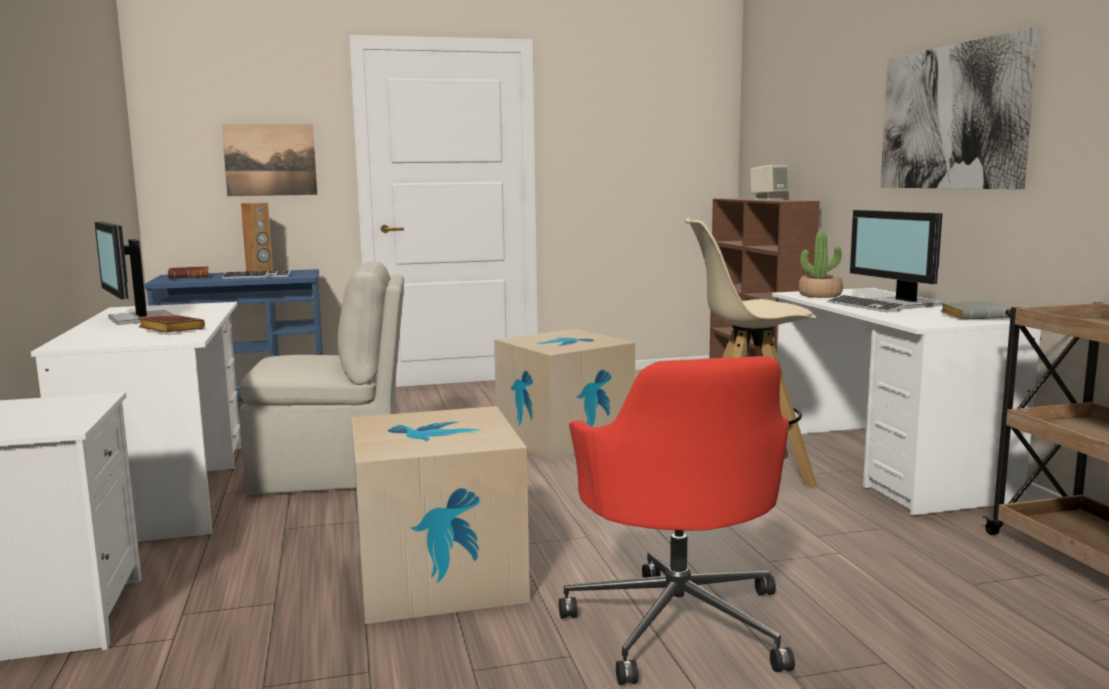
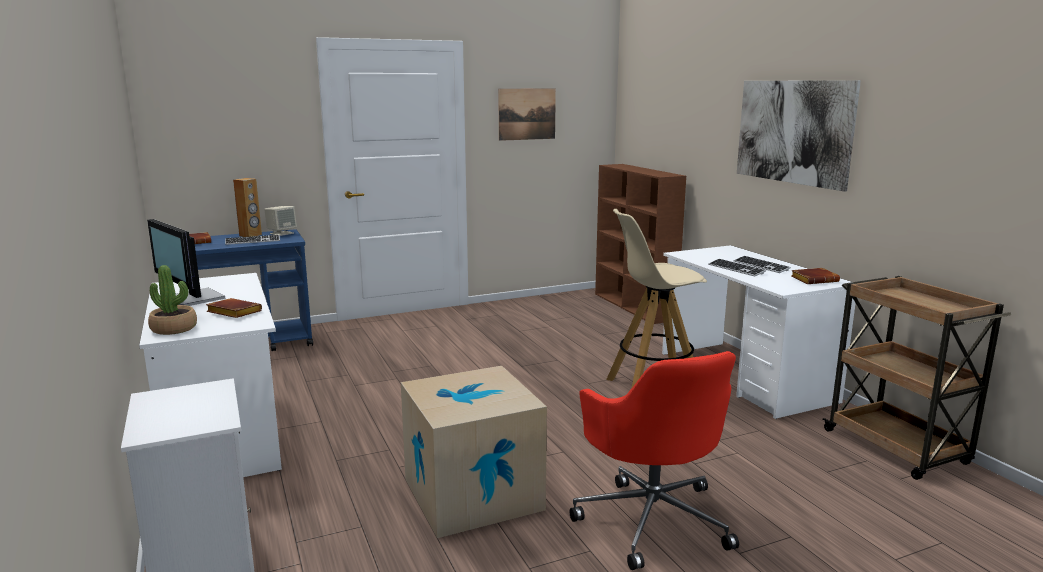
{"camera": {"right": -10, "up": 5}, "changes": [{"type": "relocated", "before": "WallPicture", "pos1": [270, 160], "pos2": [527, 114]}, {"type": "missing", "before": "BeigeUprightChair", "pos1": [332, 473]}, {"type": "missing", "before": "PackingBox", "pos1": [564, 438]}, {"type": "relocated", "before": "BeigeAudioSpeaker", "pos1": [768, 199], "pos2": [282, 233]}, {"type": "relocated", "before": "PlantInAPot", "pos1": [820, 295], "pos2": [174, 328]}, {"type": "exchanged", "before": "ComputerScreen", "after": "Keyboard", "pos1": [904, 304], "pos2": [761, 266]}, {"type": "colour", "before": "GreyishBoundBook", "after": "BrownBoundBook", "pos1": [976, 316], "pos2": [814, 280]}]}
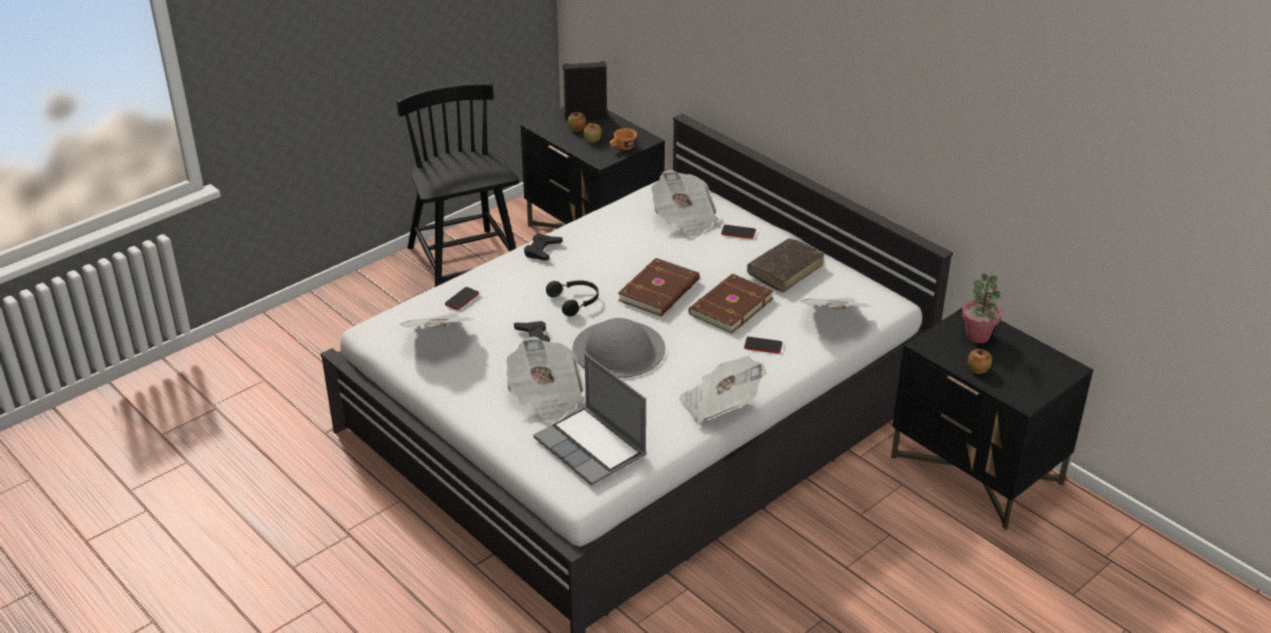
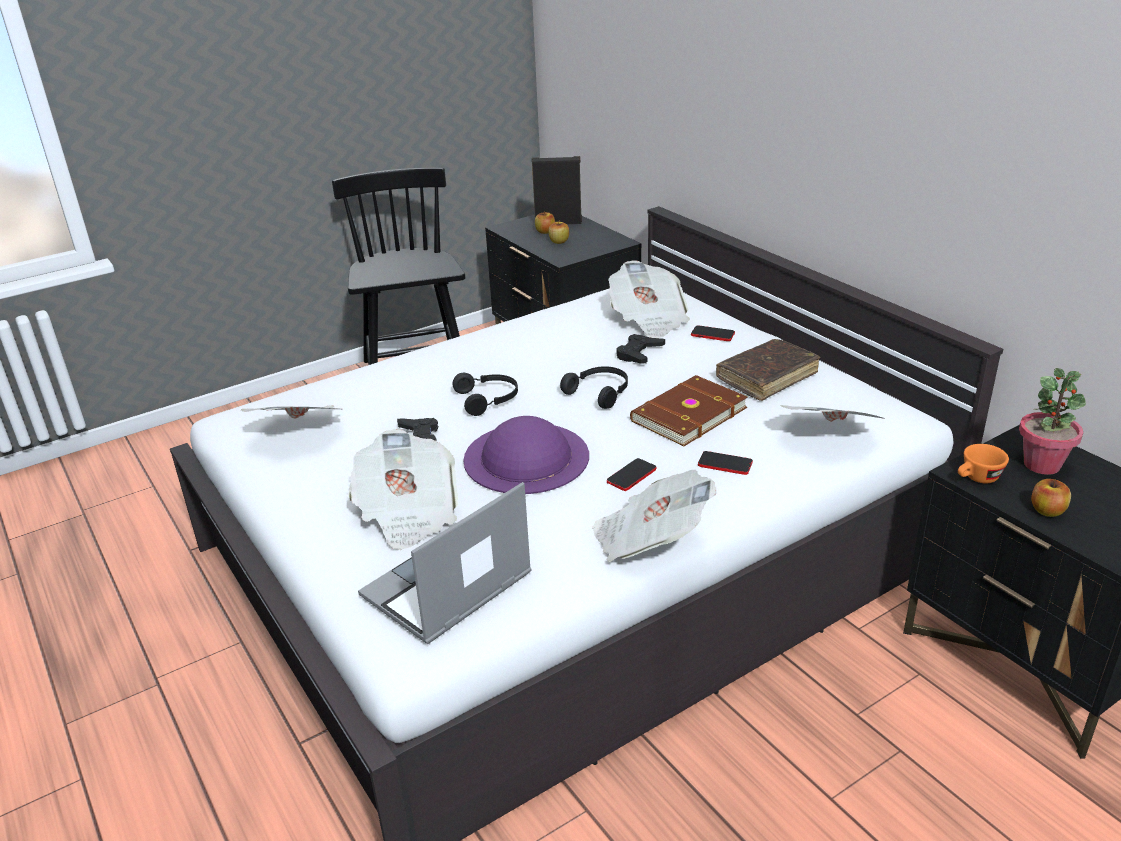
{"camera": {"right": 10, "up": -5}, "changes": [{"type": "relocated", "before": "Telephone", "pos1": [462, 299], "pos2": [631, 475]}, {"type": "relocated", "before": "BlackishGamepad", "pos1": [542, 250], "pos2": [639, 353]}, {"type": "spun", "before": "NotebookComputer", "pos1": [592, 448], "pos2": [447, 588], "turn": 75}, {"type": "colour", "before": "GreyishHat", "after": "PurplishHat", "pos1": [619, 349], "pos2": [526, 457]}, {"type": "relocated", "before": "OrangeColouredCup", "pos1": [622, 148], "pos2": [977, 479]}, {"type": "exchanged", "before": "BrownBoundBook", "after": "BlackishPairOfHeadphones", "pos1": [660, 291], "pos2": [600, 392]}]}
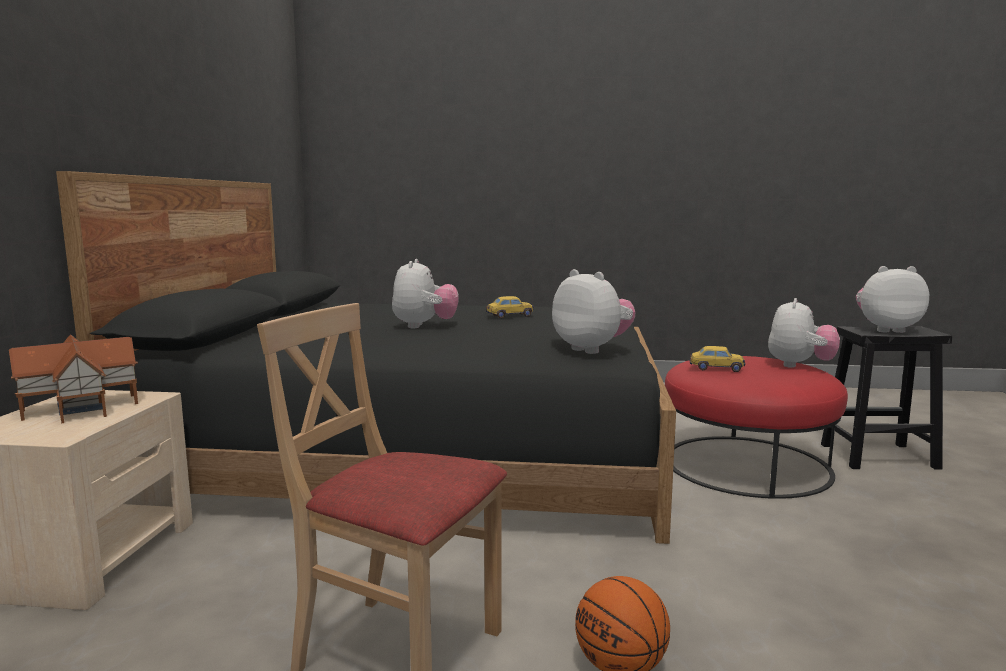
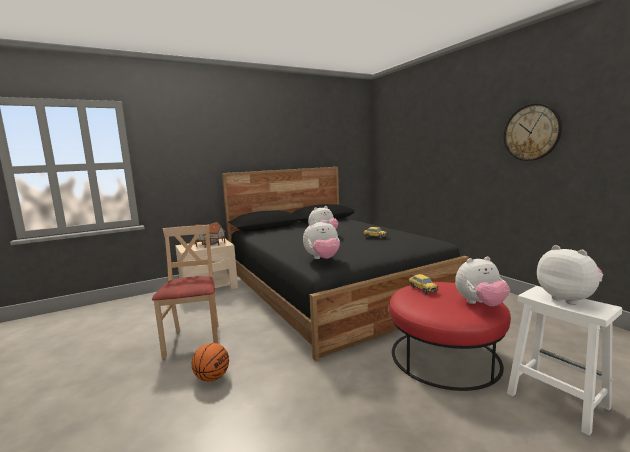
{"camera": {"right": 55, "up": 0}, "changes": [{"type": "spun", "before": "SoftToy", "pos1": [592, 349], "pos2": [322, 259], "turn": 60}, {"type": "colour", "before": "BlackishSittingStool", "after": "WhiteSittingStool", "pos1": [877, 456], "pos2": [555, 400]}, {"type": "appeared", "after": "HangingClock", "pos2": [531, 132]}]}
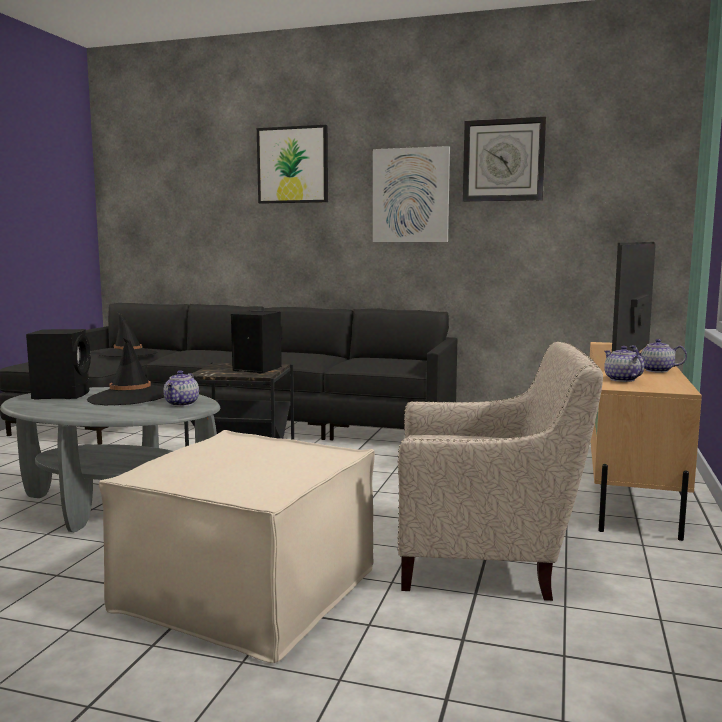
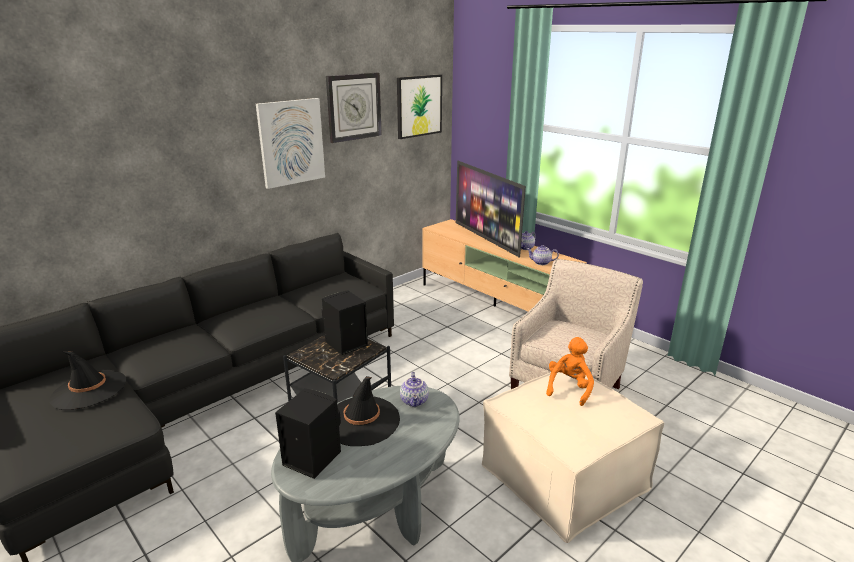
{"camera": {"right": -60, "up": 15}, "changes": [{"type": "spun", "before": "Teapot", "pos1": [182, 404], "pos2": [415, 401], "turn": 45}, {"type": "relocated", "before": "WallPicture", "pos1": [293, 165], "pos2": [419, 106]}, {"type": "appeared", "after": "OrangeColouredSoftToy", "pos2": [569, 388]}]}
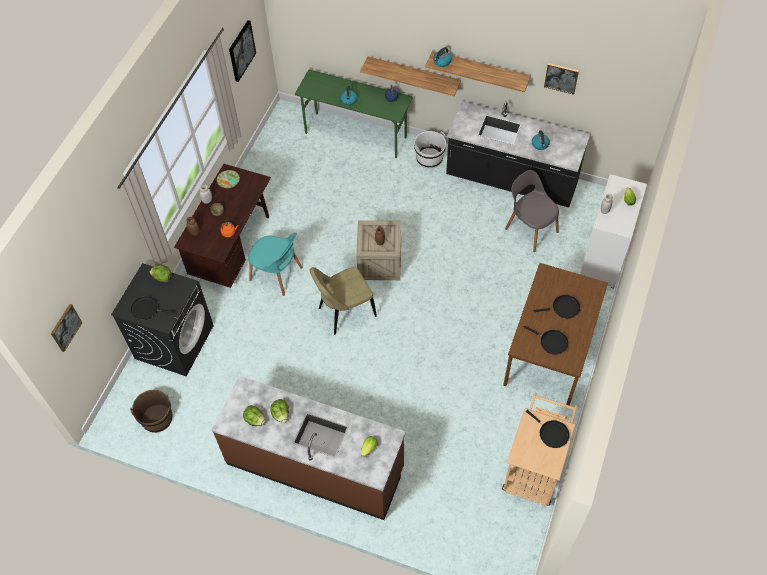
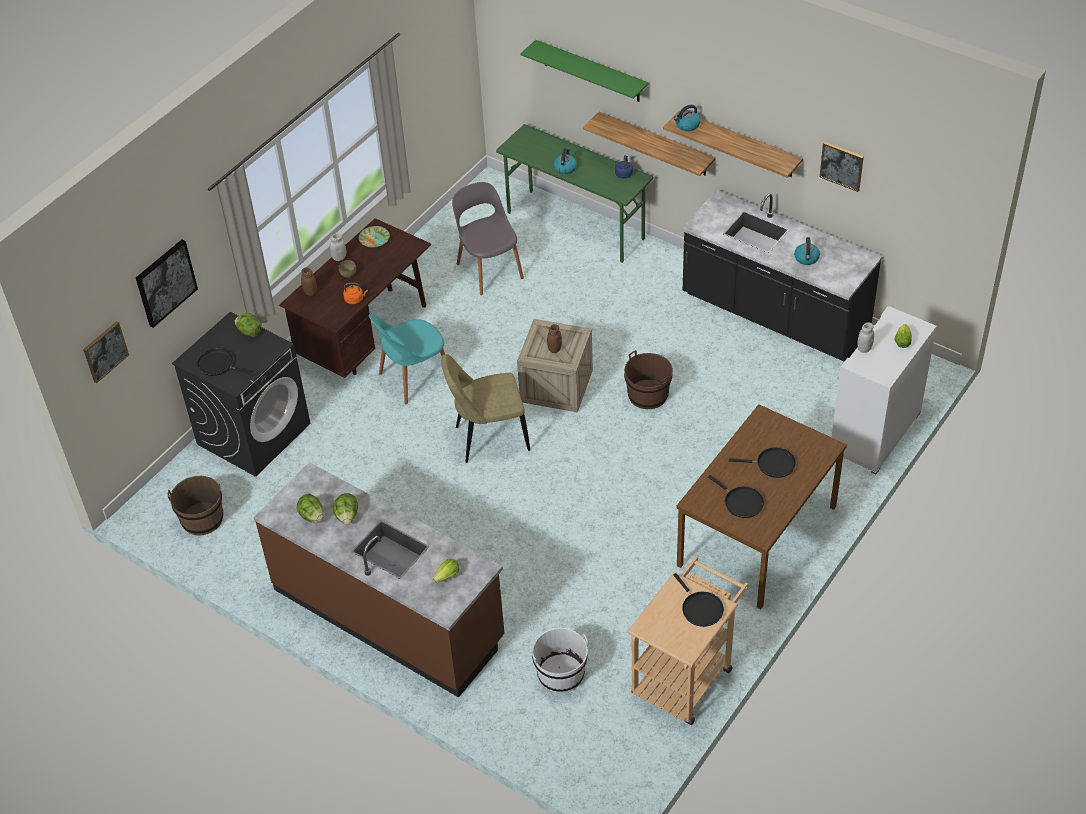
{"camera": {"right": 15, "up": -10}, "changes": [{"type": "relocated", "before": "WallPicture", "pos1": [241, 50], "pos2": [165, 282]}, {"type": "spun", "before": "BlueGreenUprightChair", "pos1": [277, 275], "pos2": [413, 377], "turn": 105}, {"type": "relocated", "before": "WhiteWaterBucket", "pos1": [429, 158], "pos2": [560, 674]}, {"type": "relocated", "before": "GreyishUprightChair", "pos1": [530, 229], "pos2": [489, 269]}, {"type": "appeared", "after": "GreenishBracketShelf", "pos2": [591, 71]}, {"type": "appeared", "after": "BrownWaterBucket", "pos2": [648, 395]}]}
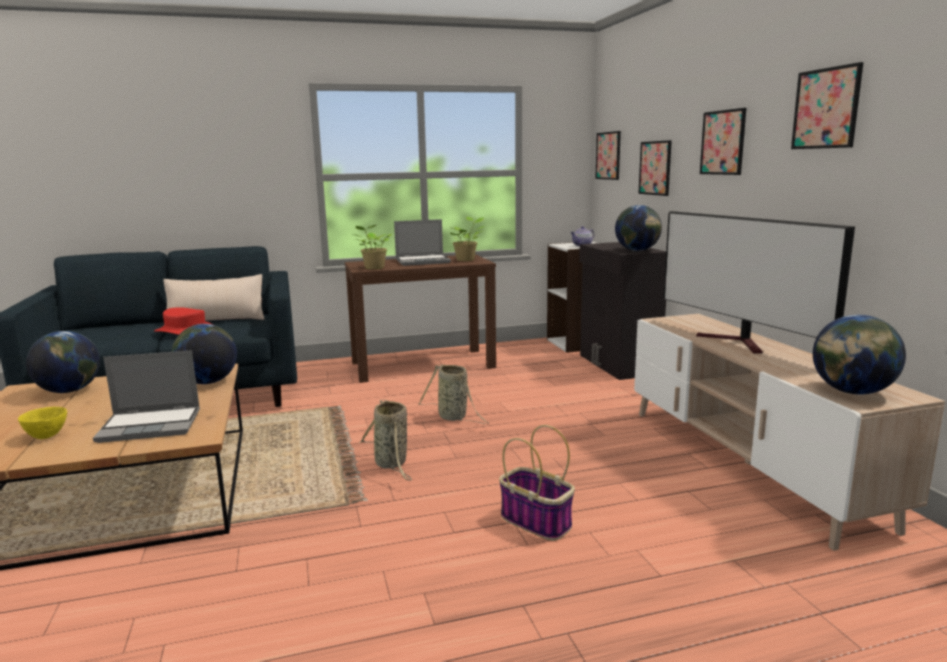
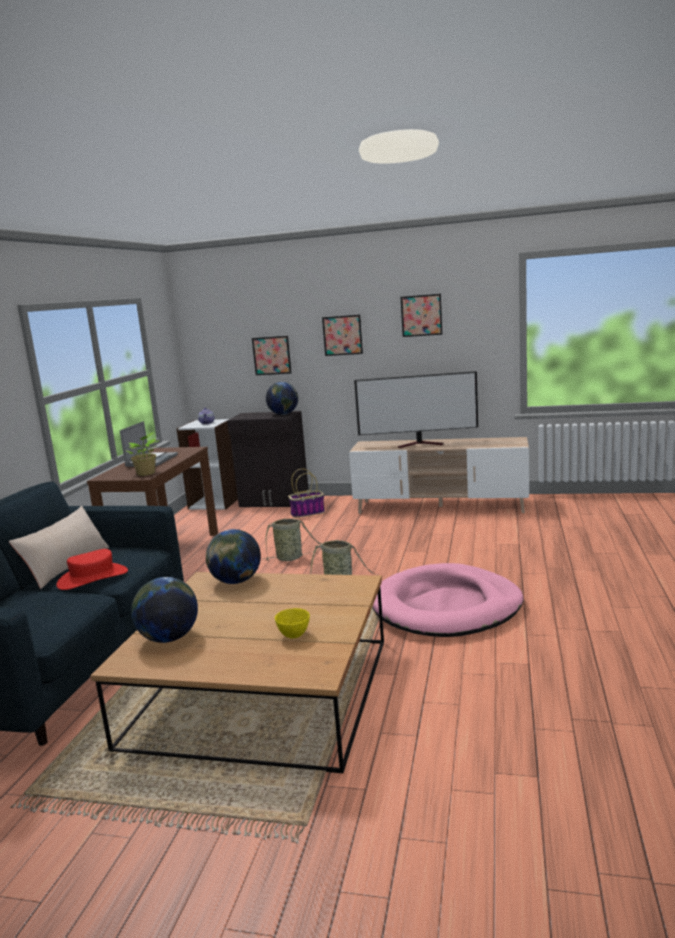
{"camera": {"right": -60, "up": 0}, "changes": [{"type": "missing", "before": "NotebookComputer", "pos1": [152, 425]}, {"type": "missing", "before": "PlantInAPot", "pos1": [466, 259]}, {"type": "relocated", "before": "HouseholdBasket", "pos1": [537, 522], "pos2": [308, 513]}, {"type": "missing", "before": "WallPicture", "pos1": [608, 155]}, {"type": "missing", "before": "WorldGlobe", "pos1": [852, 392]}, {"type": "appeared", "after": "PinkDogBed", "pos2": [446, 606]}]}
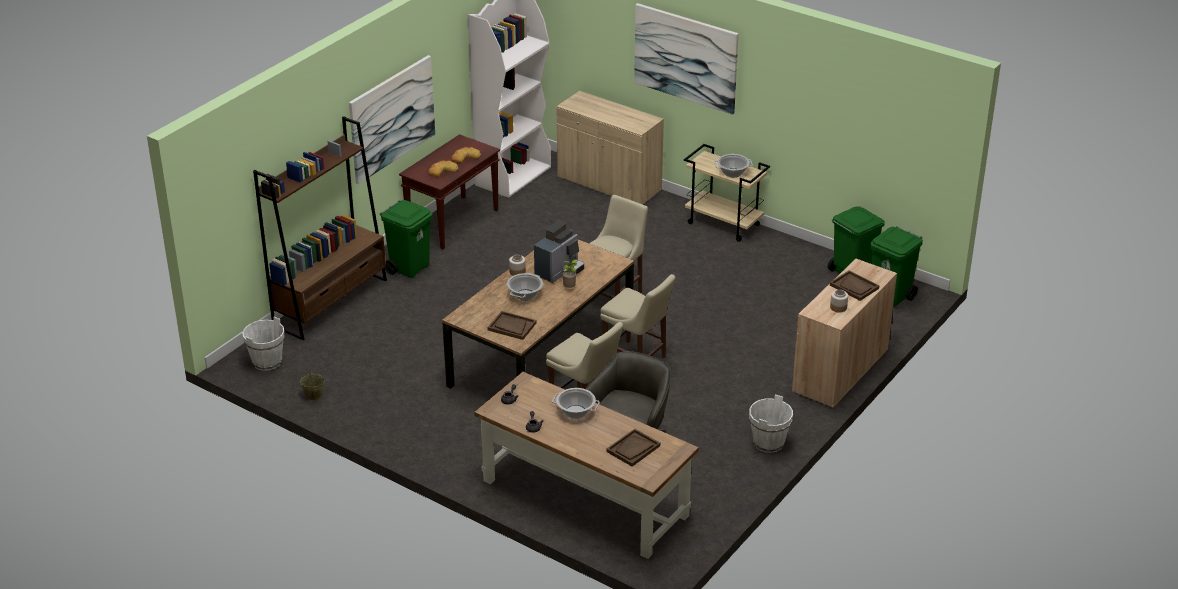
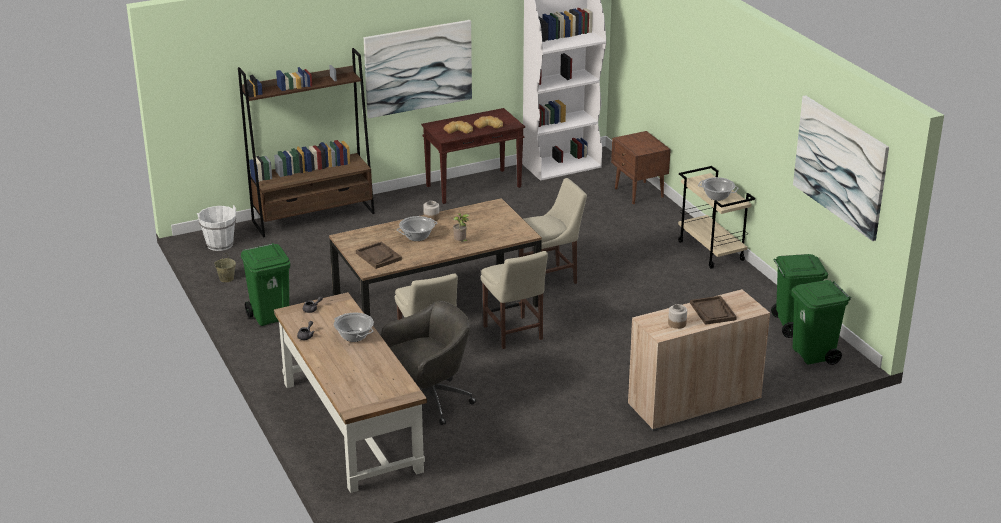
{"camera": {"right": 30, "up": -5}, "changes": [{"type": "relocated", "before": "GreenishTrashCan", "pos1": [409, 268], "pos2": [270, 316]}, {"type": "missing", "before": "CoffeeMachine", "pos1": [559, 271]}, {"type": "exchanged", "before": "BeigeStorageCabinet", "after": "BrownNightTable", "pos1": [609, 184], "pos2": [639, 193]}, {"type": "missing", "before": "BrownTray", "pos1": [633, 449]}, {"type": "relocated", "before": "WallPicture", "pos1": [685, 58], "pos2": [840, 166]}, {"type": "missing", "before": "WhiteWaterBucket", "pos1": [769, 443]}]}
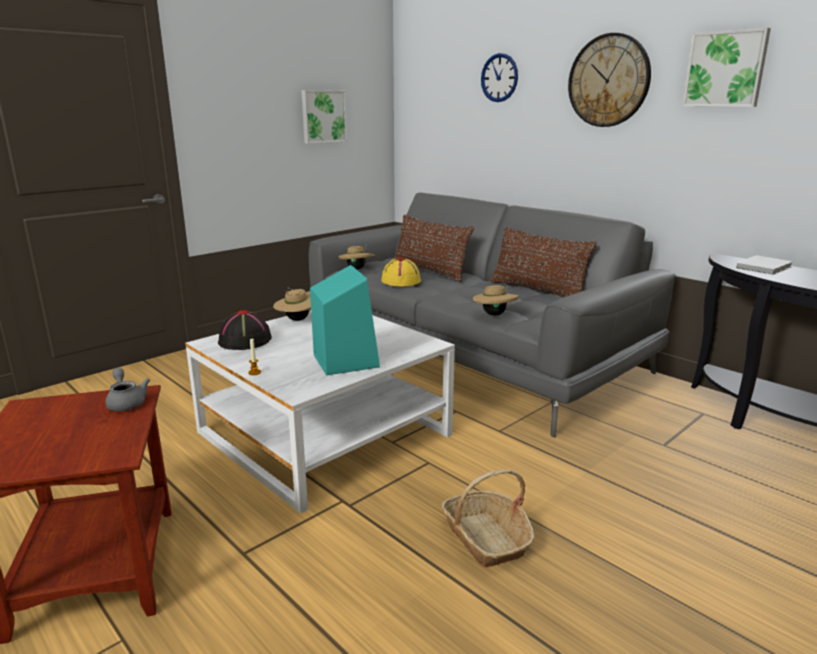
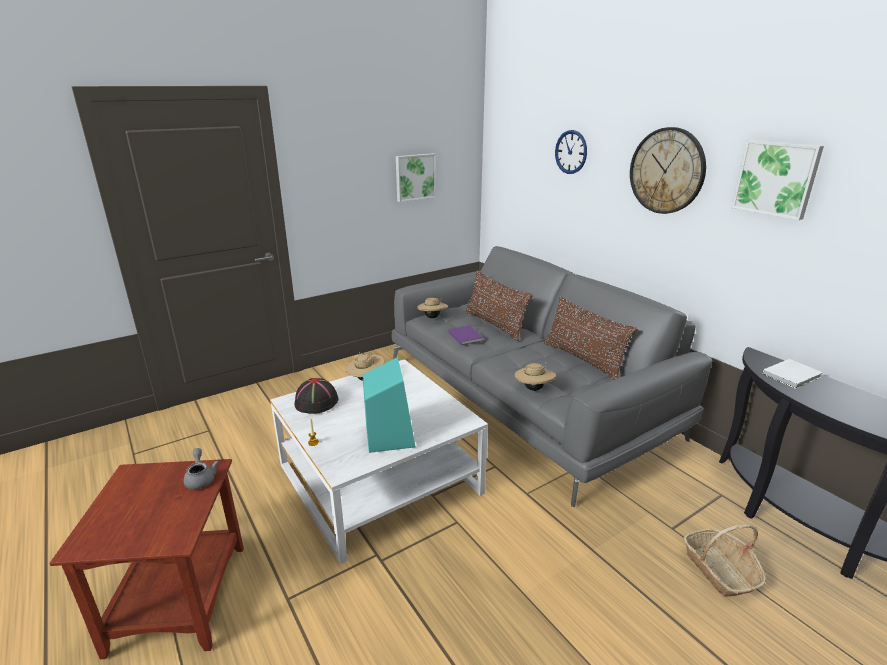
{"camera": {"right": 10, "up": 5}, "changes": [{"type": "exchanged", "before": "YellowHat", "after": "PurplishBoundBook", "pos1": [401, 280], "pos2": [465, 336]}, {"type": "relocated", "before": "HouseholdBasket", "pos1": [486, 538], "pos2": [719, 570]}]}
